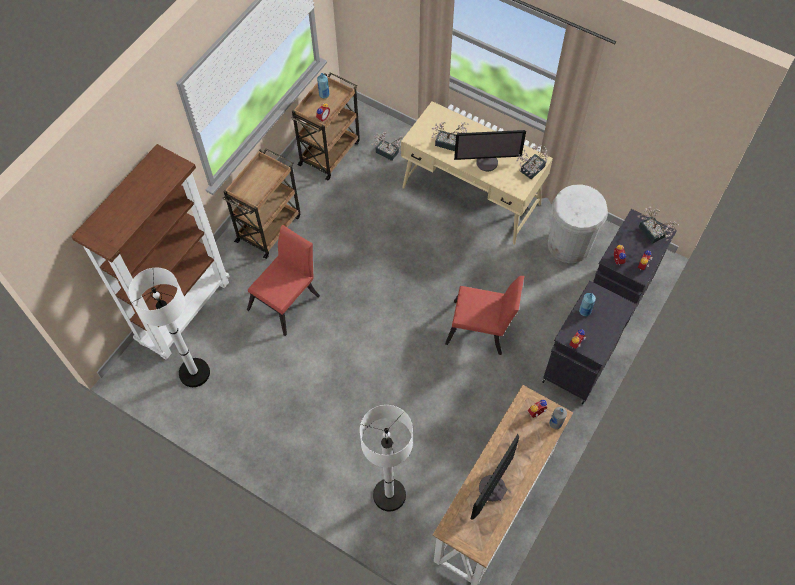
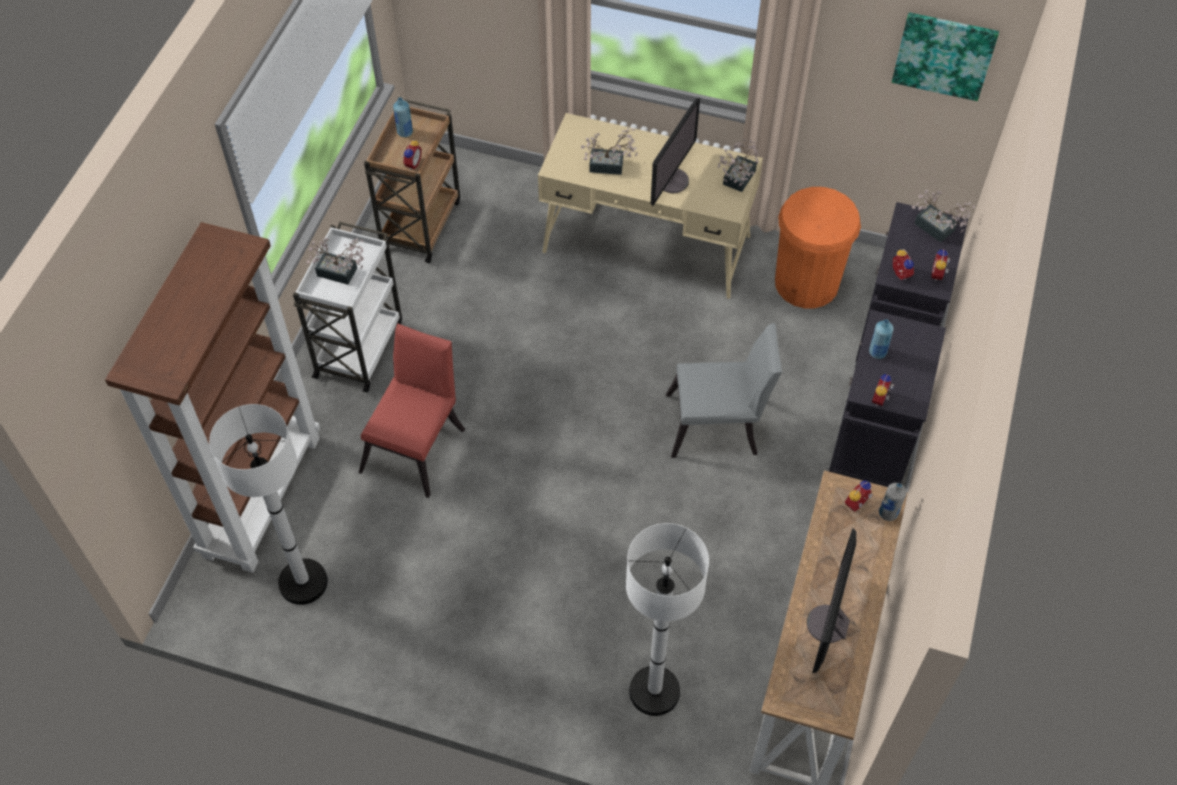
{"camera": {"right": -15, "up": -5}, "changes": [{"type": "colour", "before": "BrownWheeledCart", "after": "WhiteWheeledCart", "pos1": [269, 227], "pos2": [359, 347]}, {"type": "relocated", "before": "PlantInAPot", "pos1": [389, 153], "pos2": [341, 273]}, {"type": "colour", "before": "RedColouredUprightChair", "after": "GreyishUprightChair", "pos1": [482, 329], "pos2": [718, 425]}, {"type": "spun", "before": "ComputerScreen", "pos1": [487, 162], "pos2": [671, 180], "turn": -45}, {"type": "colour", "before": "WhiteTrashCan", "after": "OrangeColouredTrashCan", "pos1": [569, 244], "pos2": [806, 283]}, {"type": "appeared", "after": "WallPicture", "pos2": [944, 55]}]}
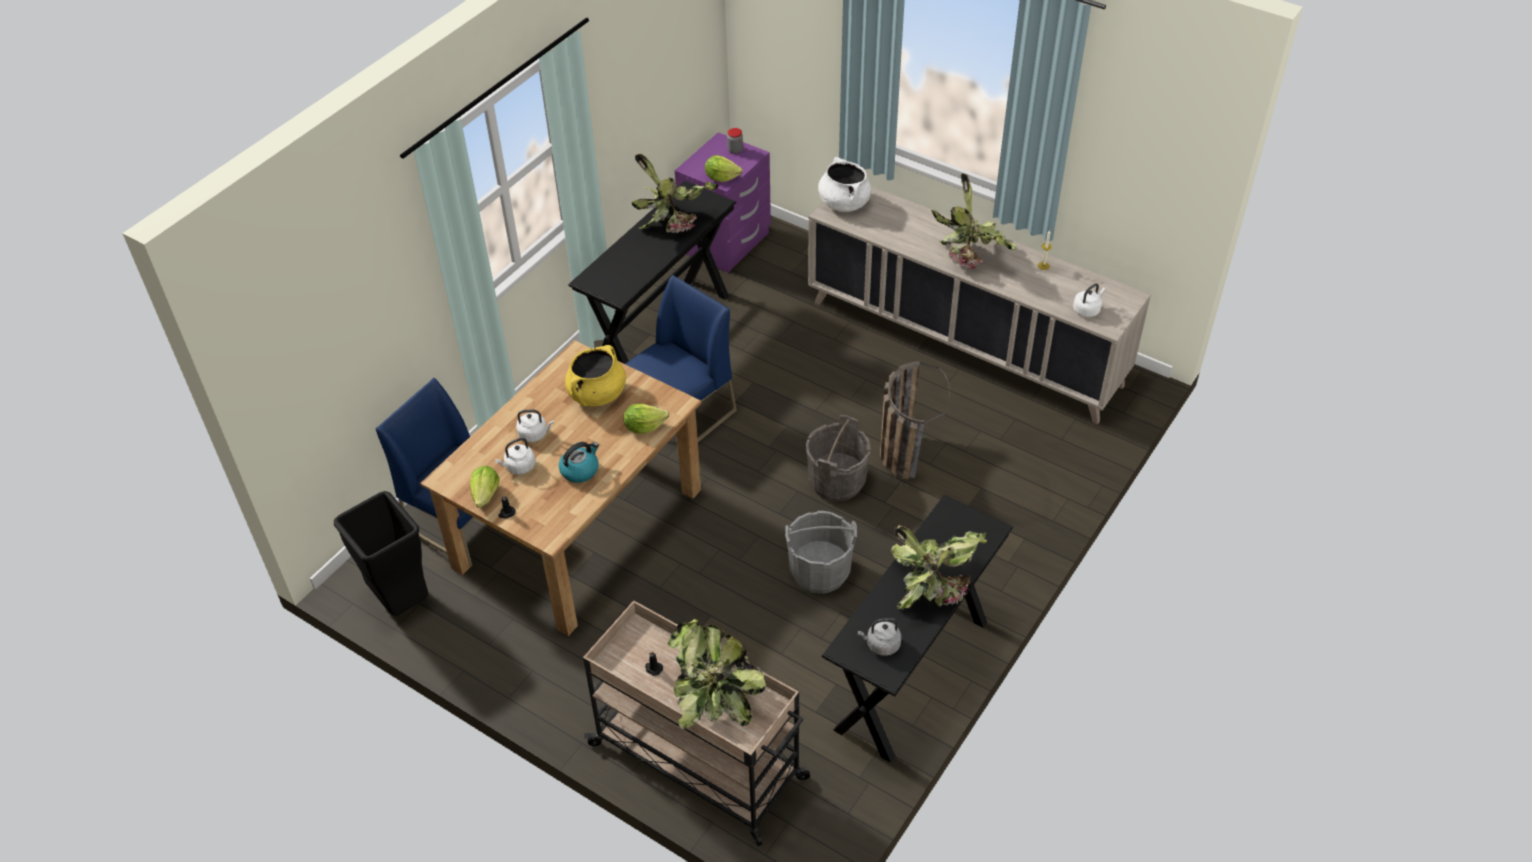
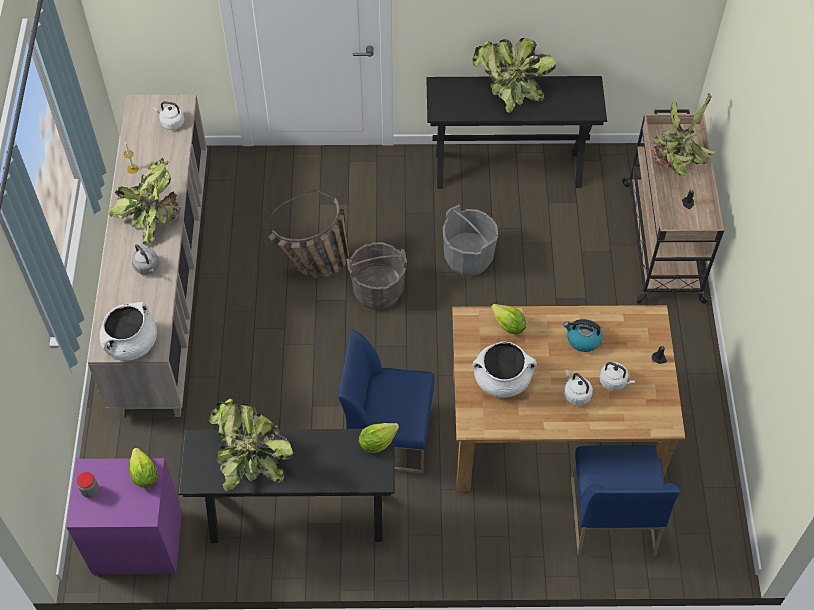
{"camera": {"right": -125, "up": 10}, "changes": [{"type": "missing", "before": "BlackishTrashCan", "pos1": [400, 600]}, {"type": "relocated", "before": "LettuceHead", "pos1": [486, 495], "pos2": [377, 442]}, {"type": "colour", "before": "YellowSaucepot", "after": "WhiteSaucepot", "pos1": [597, 394], "pos2": [502, 379]}, {"type": "relocated", "before": "GreyishKettle", "pos1": [881, 645], "pos2": [147, 267]}]}
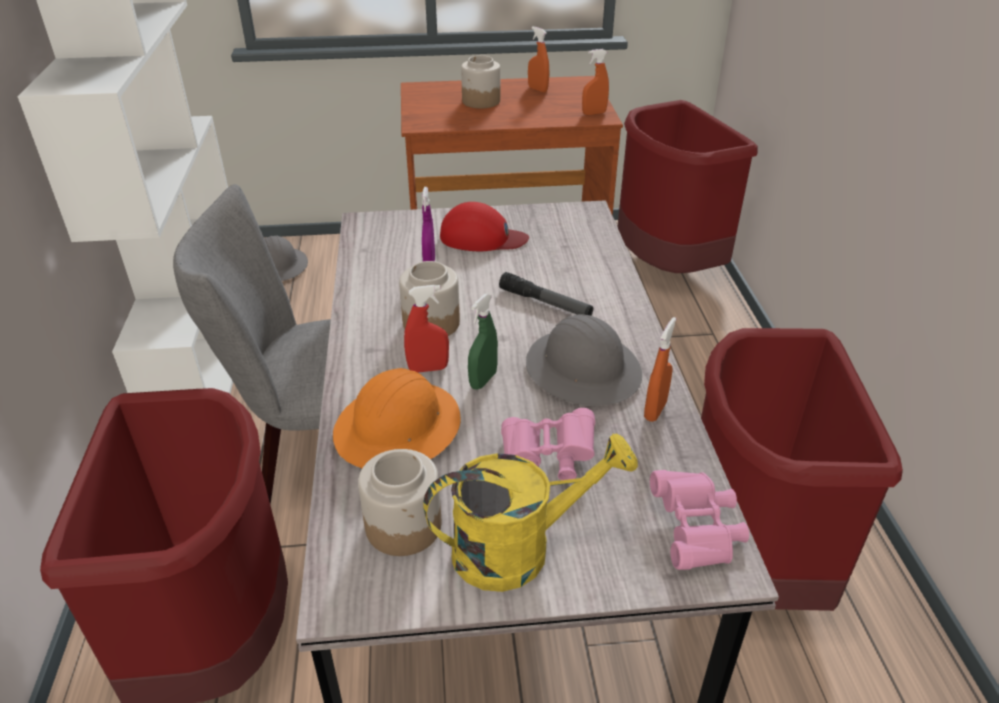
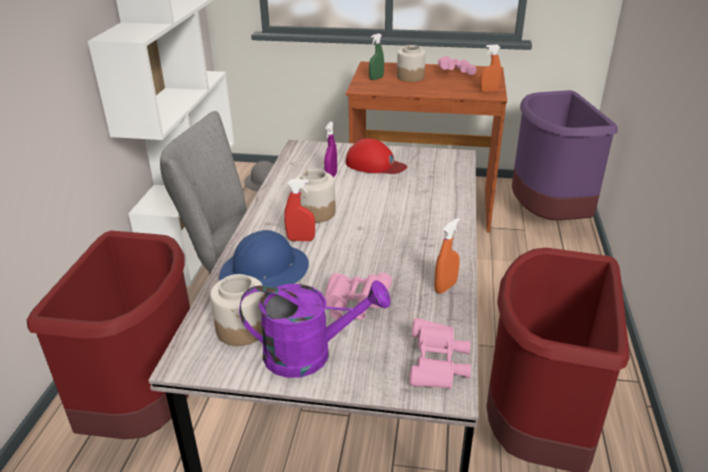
{"camera": {"right": 15, "up": -5}, "changes": [{"type": "colour", "before": "OrangeColouredWorkHelmet", "after": "BlueColouredWorkHelmet", "pos1": [399, 428], "pos2": [265, 272]}, {"type": "colour", "before": "YellowWateringCan", "after": "PurplishWateringCan", "pos1": [518, 548], "pos2": [310, 354]}, {"type": "relocated", "before": "GreenishSprayer", "pos1": [483, 380], "pos2": [376, 78]}, {"type": "missing", "before": "HandTorch", "pos1": [545, 303]}, {"type": "missing", "before": "GreyishWorkHelmet", "pos1": [583, 370]}, {"type": "exchanged", "before": "OrangeColouredSprayer", "after": "PinkPairOfBinoculars", "pos1": [537, 89], "pos2": [455, 72]}, {"type": "colour", "before": "RedColouredTrashCan", "after": "PurplishTrashCan", "pos1": [665, 265], "pos2": [546, 215]}]}
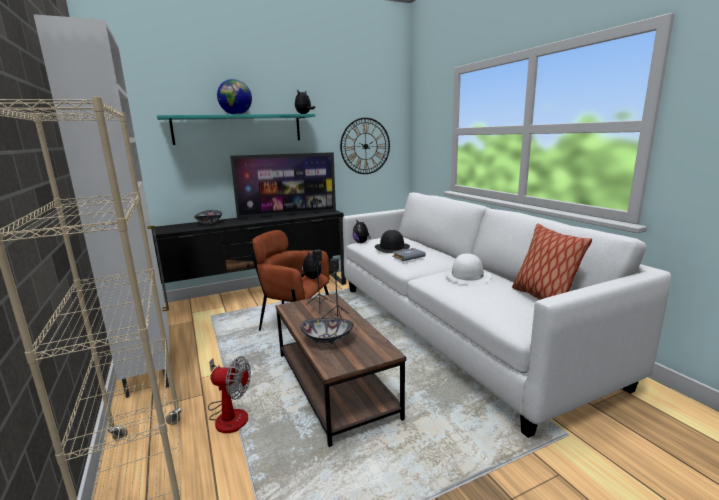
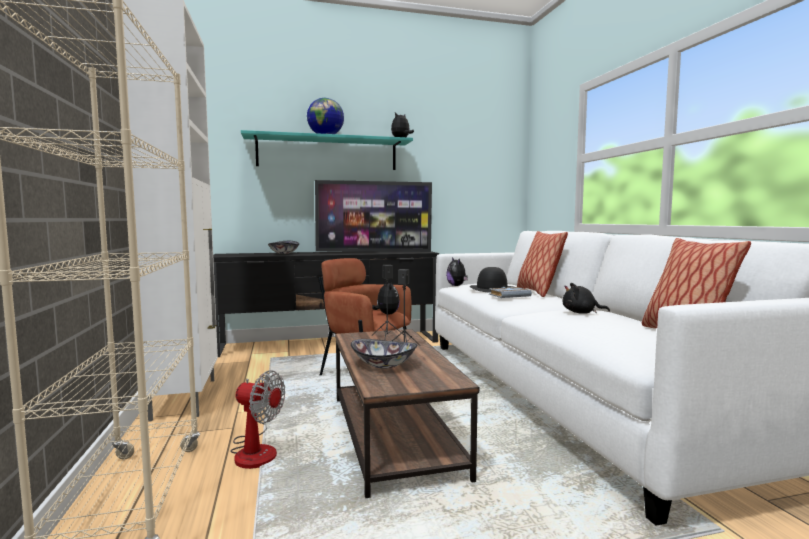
{"camera": {"right": 10, "up": -10}, "changes": [{"type": "missing", "before": "HangingClock", "pos1": [365, 146]}, {"type": "exchanged", "before": "WhiteHat", "after": "BlackishSoftToy", "pos1": [467, 276], "pos2": [581, 313]}, {"type": "appeared", "after": "Cushion", "pos2": [538, 292]}]}
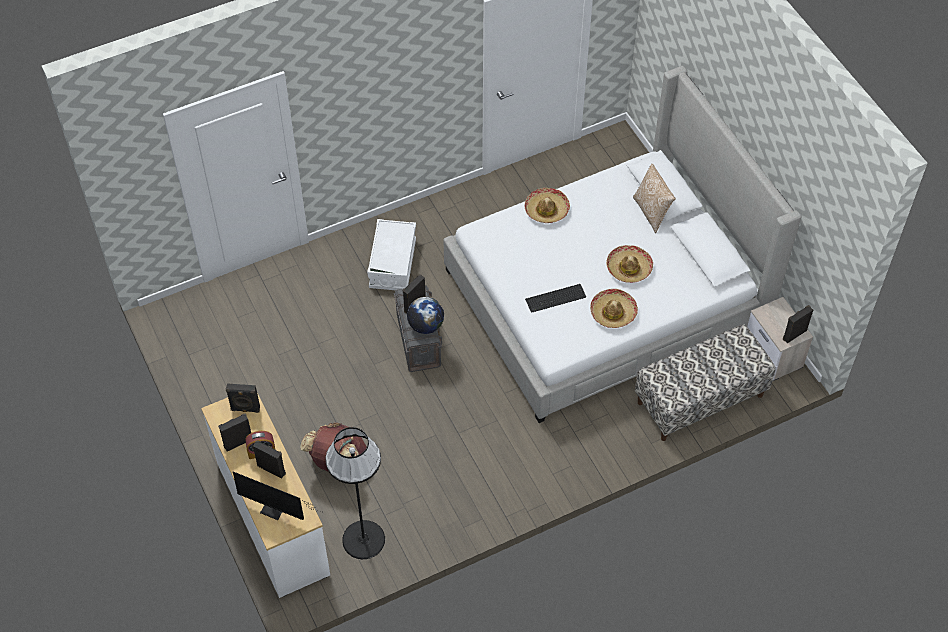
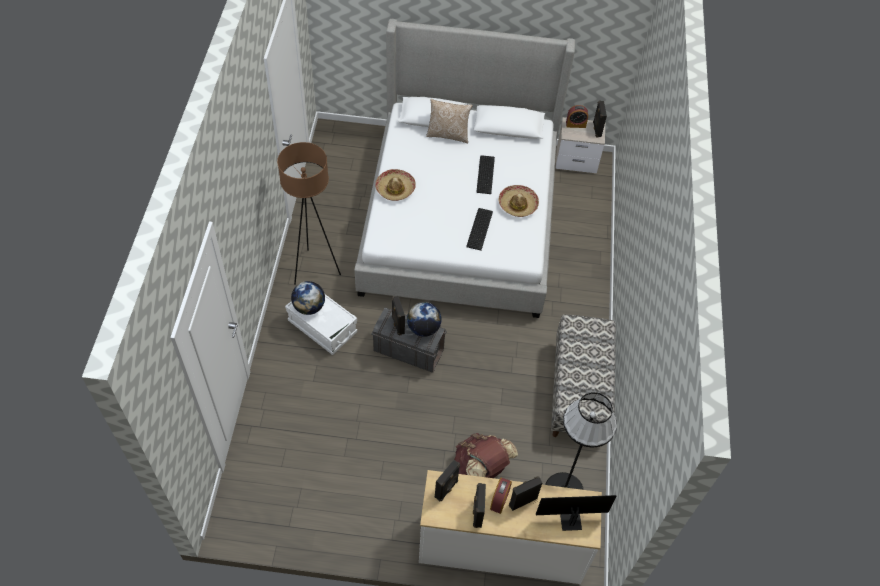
{"camera": {"right": -60, "up": 0}, "changes": [{"type": "spun", "before": "ComputerScreen", "pos1": [276, 510], "pos2": [566, 519], "turn": -150}, {"type": "exchanged", "before": "Hat", "after": "Keyboard", "pos1": [628, 268], "pos2": [486, 174]}, {"type": "relocated", "before": "LongSeat", "pos1": [700, 399], "pos2": [578, 392]}, {"type": "appeared", "after": "BrownStandardLamp", "pos2": [315, 269]}, {"type": "appeared", "after": "WorldGlobe", "pos2": [309, 307]}, {"type": "appeared", "after": "AlarmClock", "pos2": [575, 124]}]}
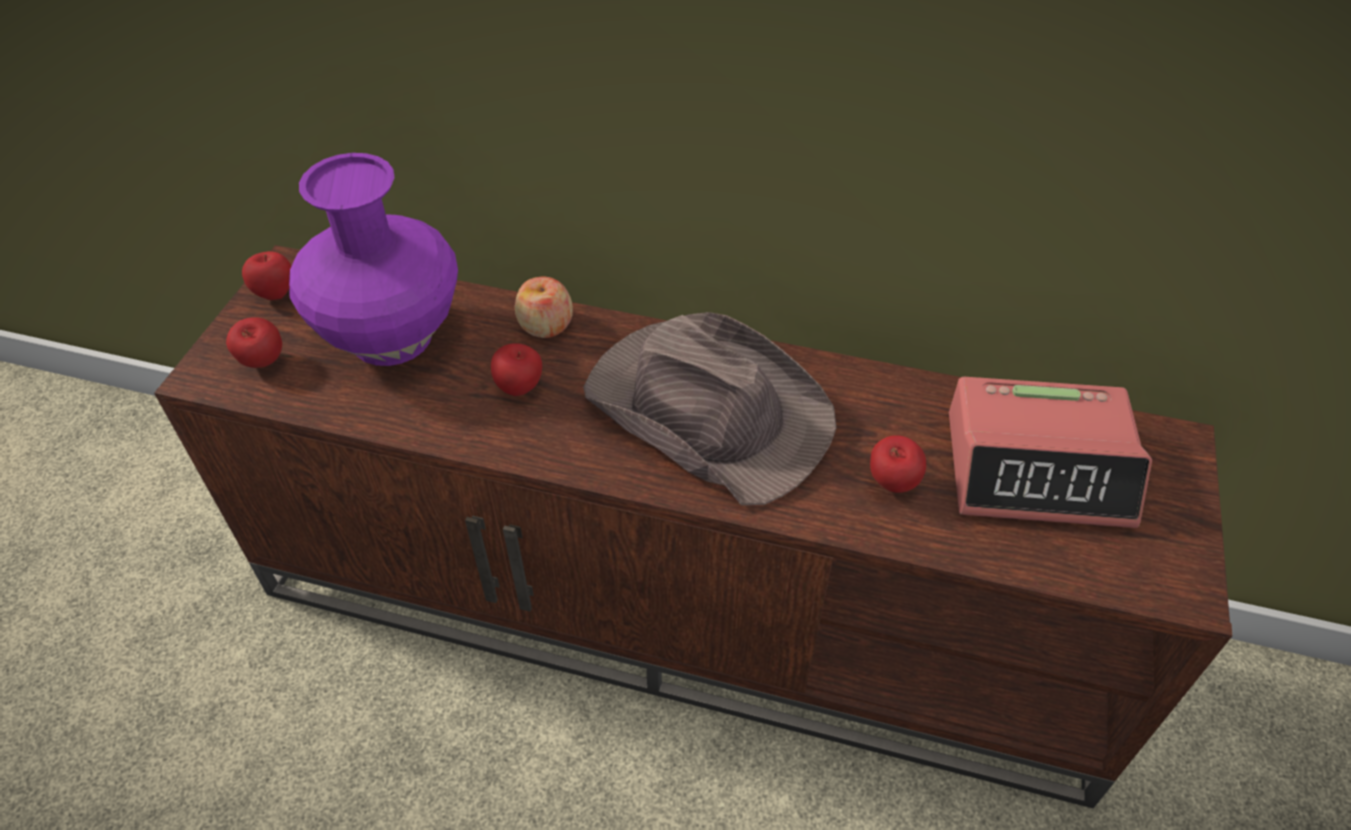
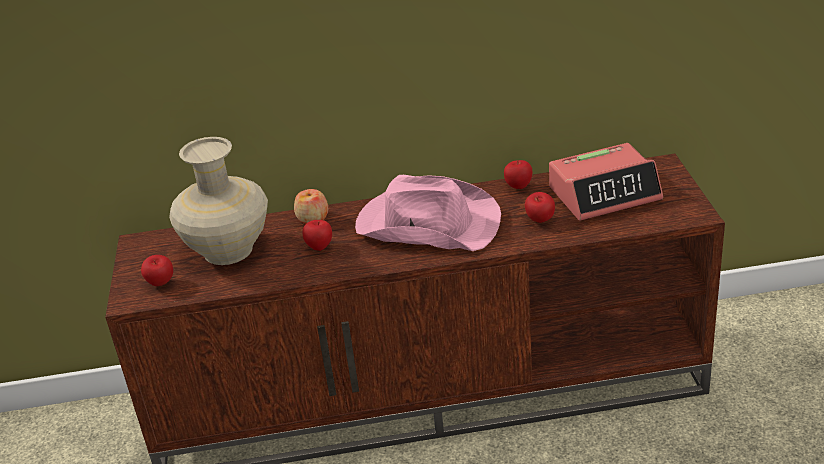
{"camera": {"right": -20, "up": -15}, "changes": [{"type": "relocated", "before": "Apple", "pos1": [276, 294], "pos2": [518, 187]}, {"type": "colour", "before": "PurplishFlowerVase", "after": "BeigeFlowerVase", "pos1": [393, 336], "pos2": [228, 249]}, {"type": "colour", "before": "BrownHat", "after": "PinkHat", "pos1": [706, 409], "pos2": [426, 224]}]}
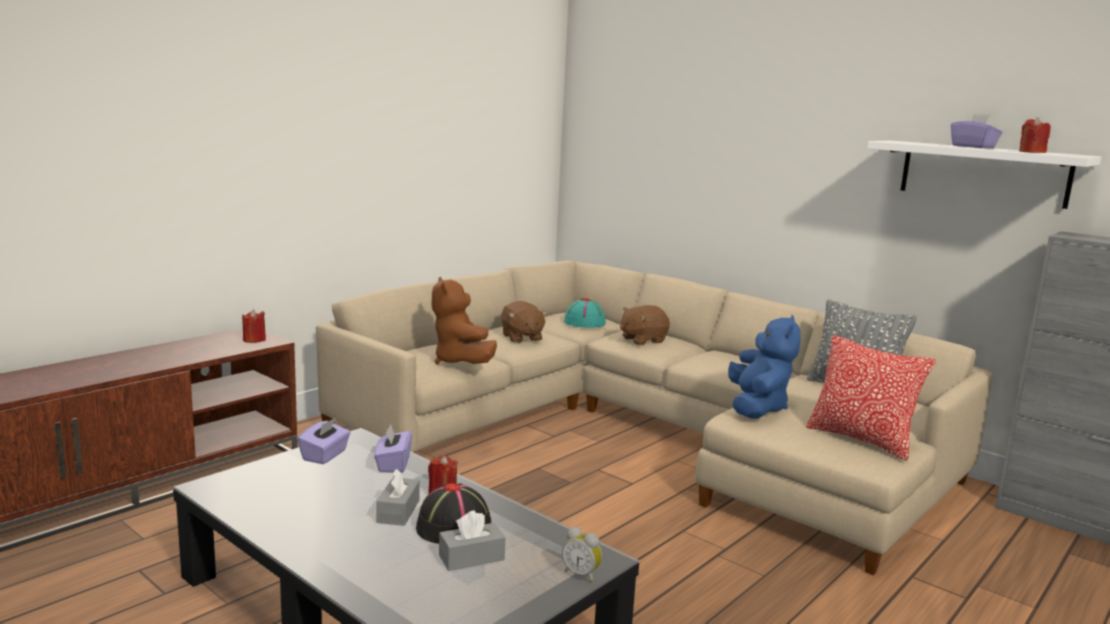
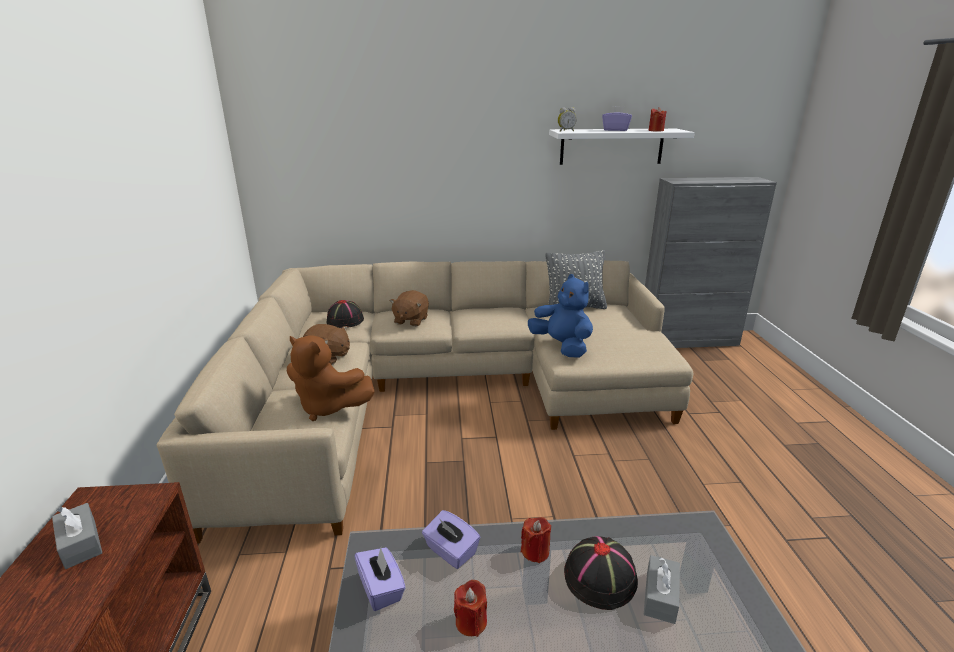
{"camera": {"right": -45, "up": 10}, "changes": [{"type": "relocated", "before": "RedColouredWaxLight", "pos1": [254, 340], "pos2": [471, 622]}, {"type": "relocated", "before": "GreyishTissueBox", "pos1": [398, 511], "pos2": [80, 544]}, {"type": "relocated", "before": "AlarmClock", "pos1": [581, 574], "pos2": [565, 131]}, {"type": "colour", "before": "BlueGreenHat", "after": "BlackishHat", "pos1": [585, 323], "pos2": [345, 321]}, {"type": "missing", "before": "Cushion", "pos1": [861, 439]}]}
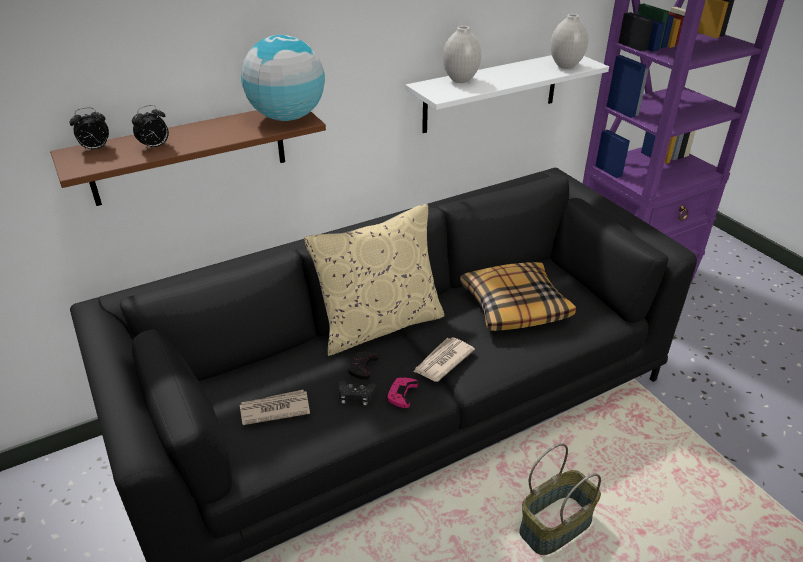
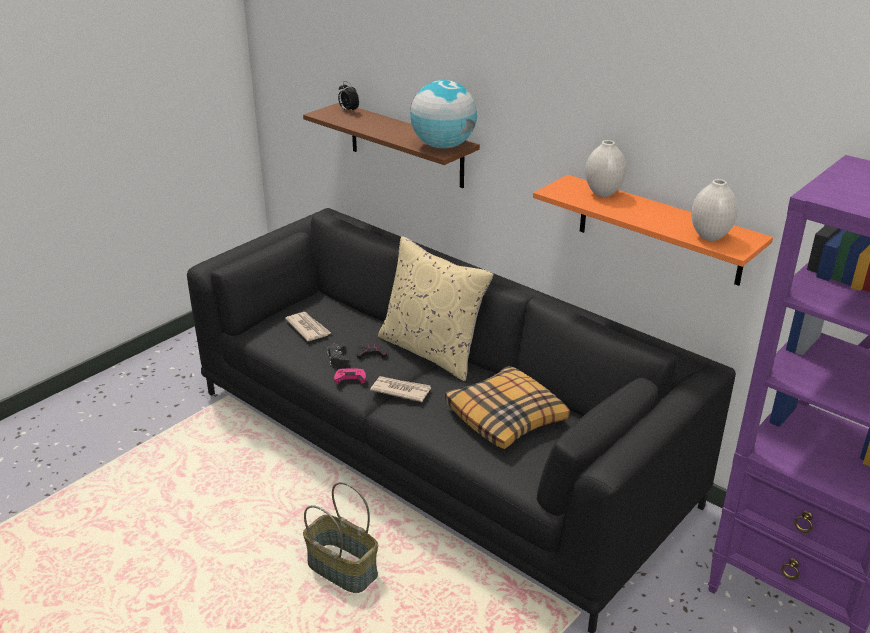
{"camera": {"right": 70, "up": -5}, "changes": [{"type": "missing", "before": "AlarmClock", "pos1": [155, 147]}, {"type": "colour", "before": "WhiteBracketShelf", "after": "OrangeColouredBracketShelf", "pos1": [491, 92], "pos2": [659, 230]}]}
